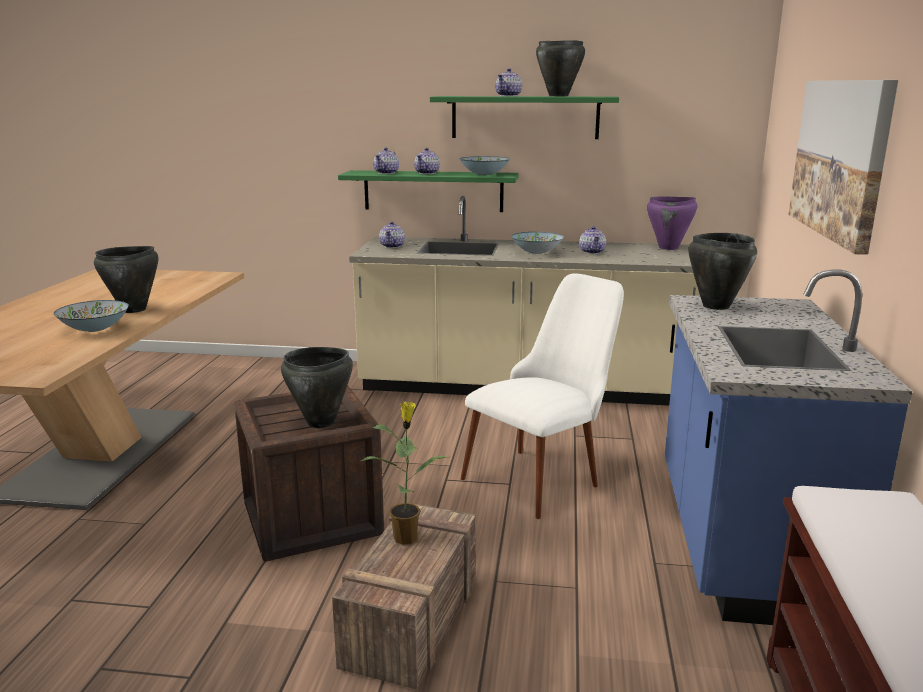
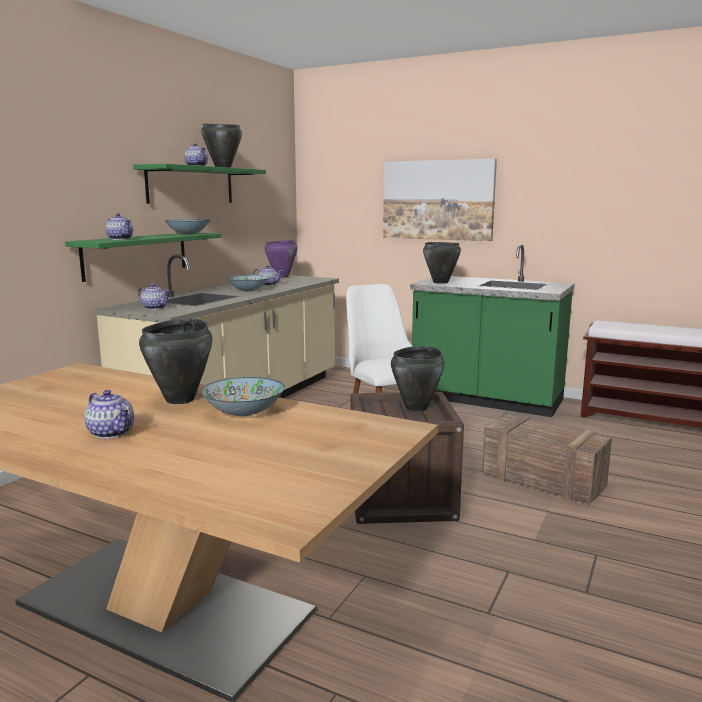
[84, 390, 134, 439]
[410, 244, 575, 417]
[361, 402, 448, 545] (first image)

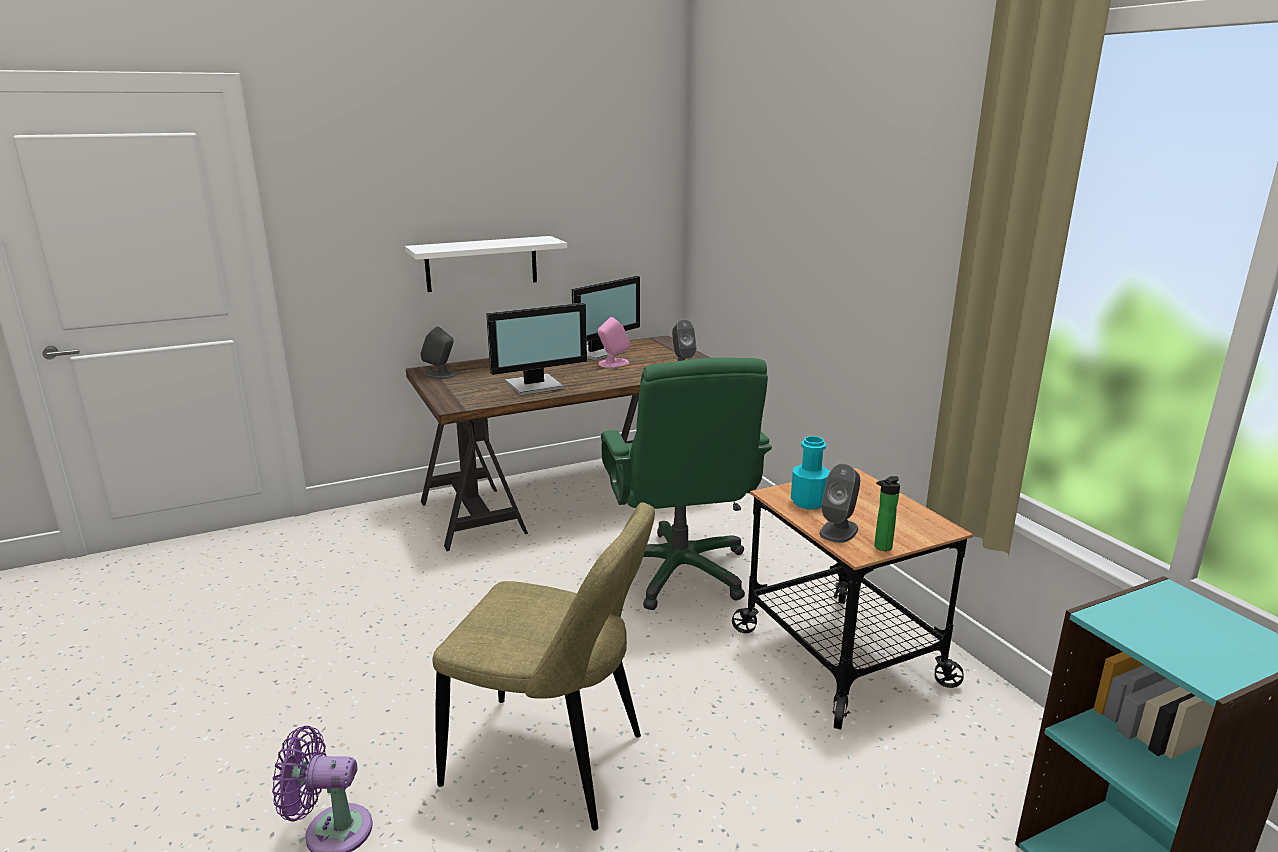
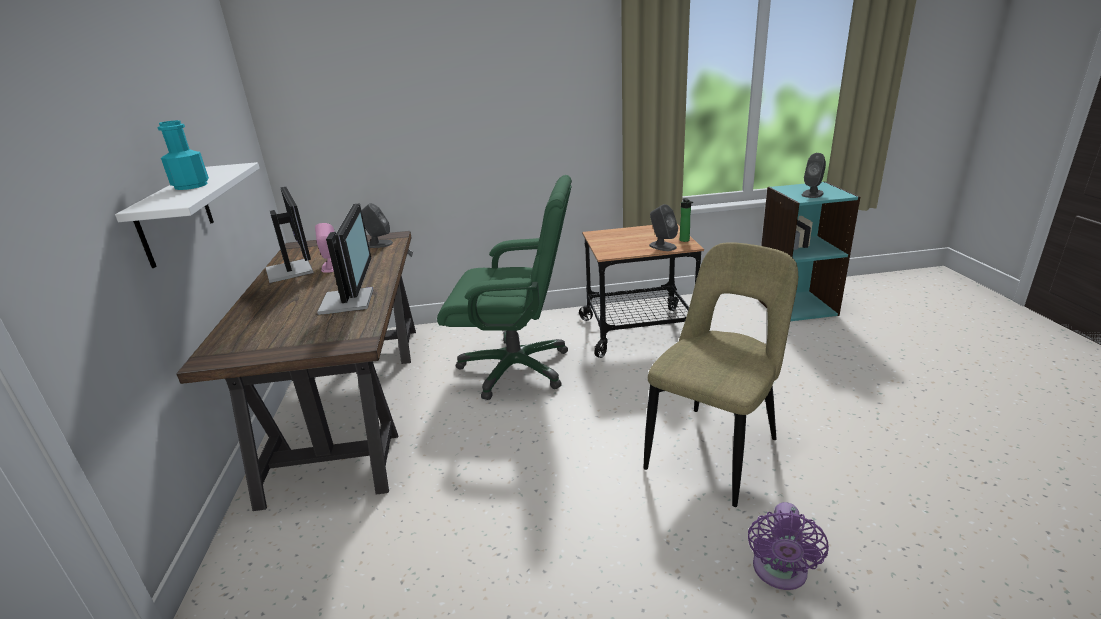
[157, 120, 209, 190]
[802, 153, 826, 198]

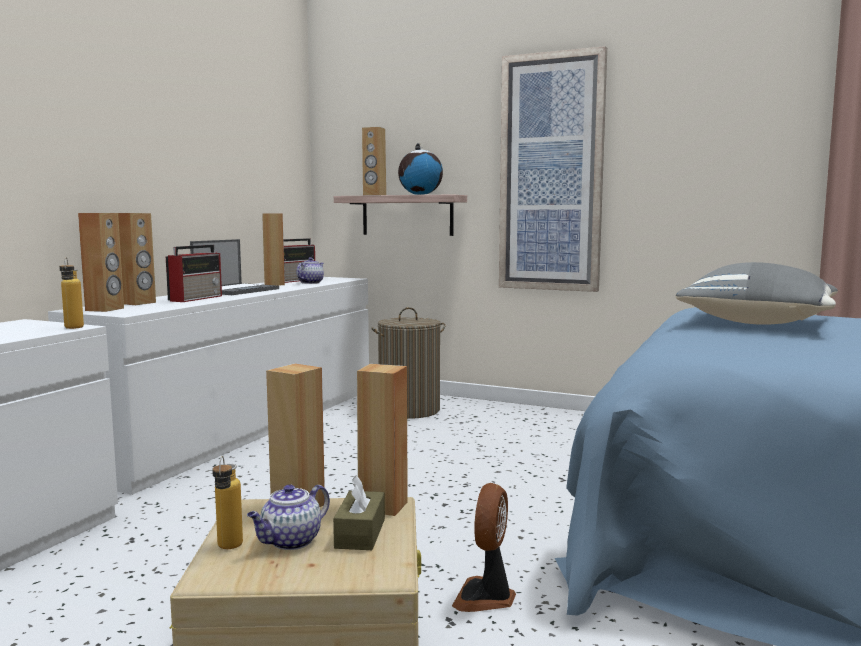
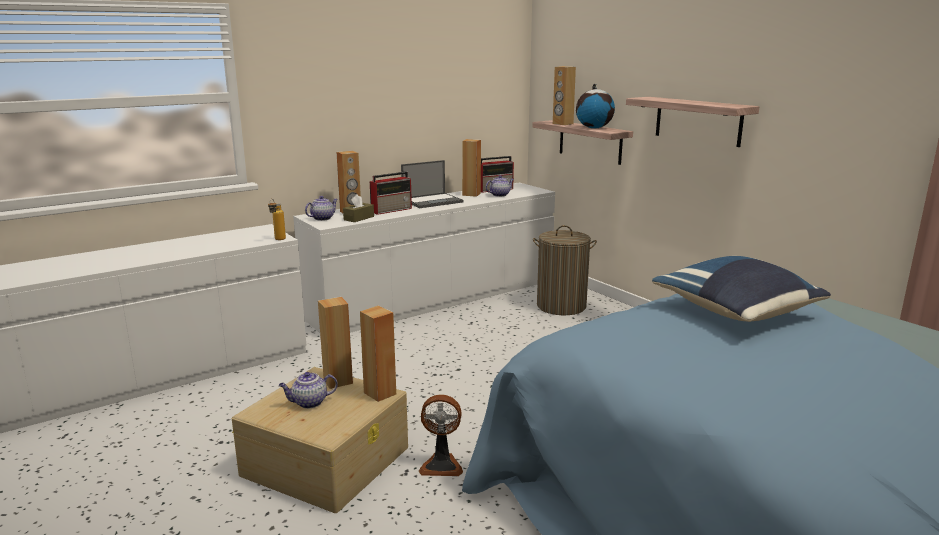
[305, 196, 338, 221]
[343, 194, 374, 222]
[419, 394, 463, 476]
[626, 97, 759, 147]
[652, 256, 831, 322]
[212, 456, 243, 549] (first image)

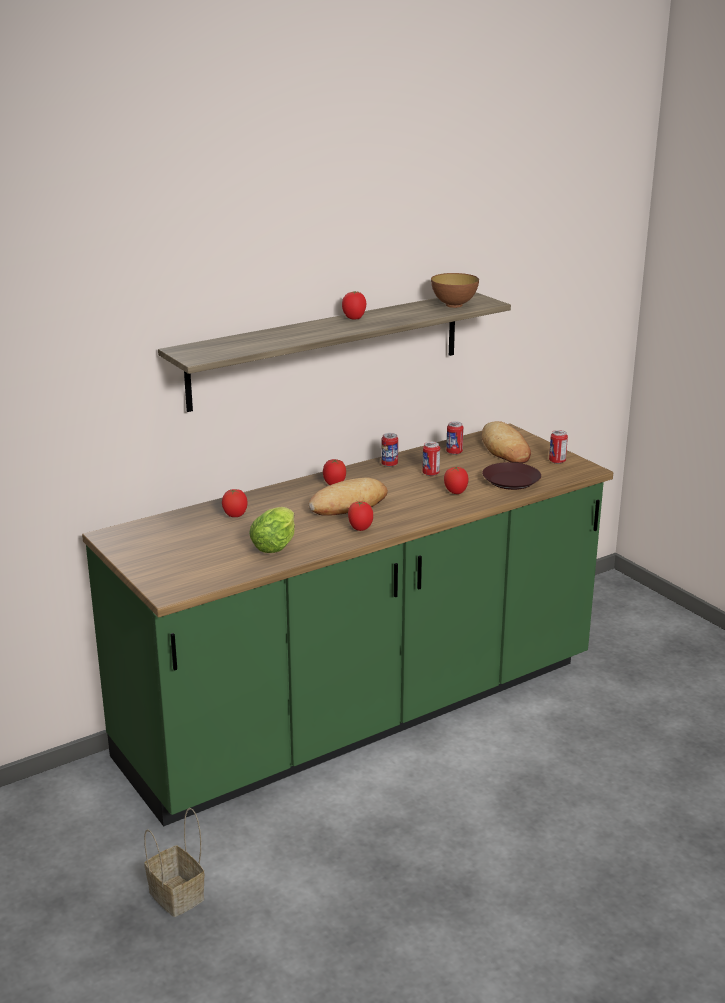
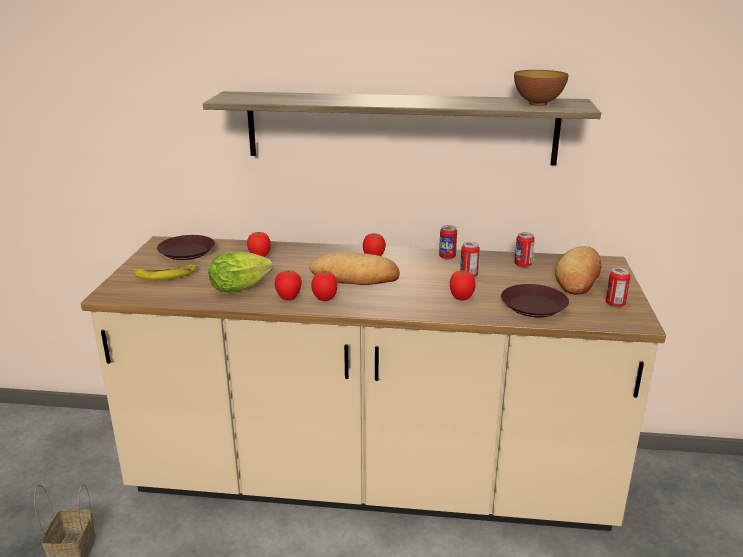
[81, 236, 666, 531]
[133, 264, 197, 280]
[157, 235, 215, 260]
[275, 270, 302, 300]

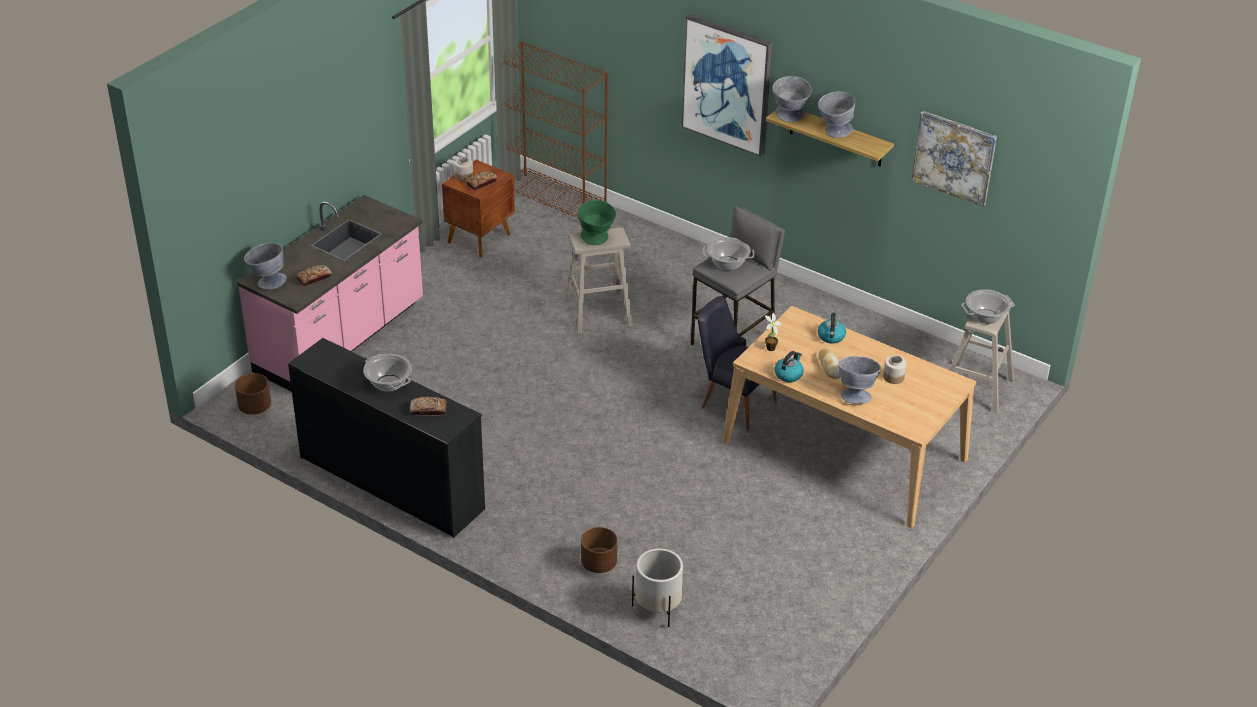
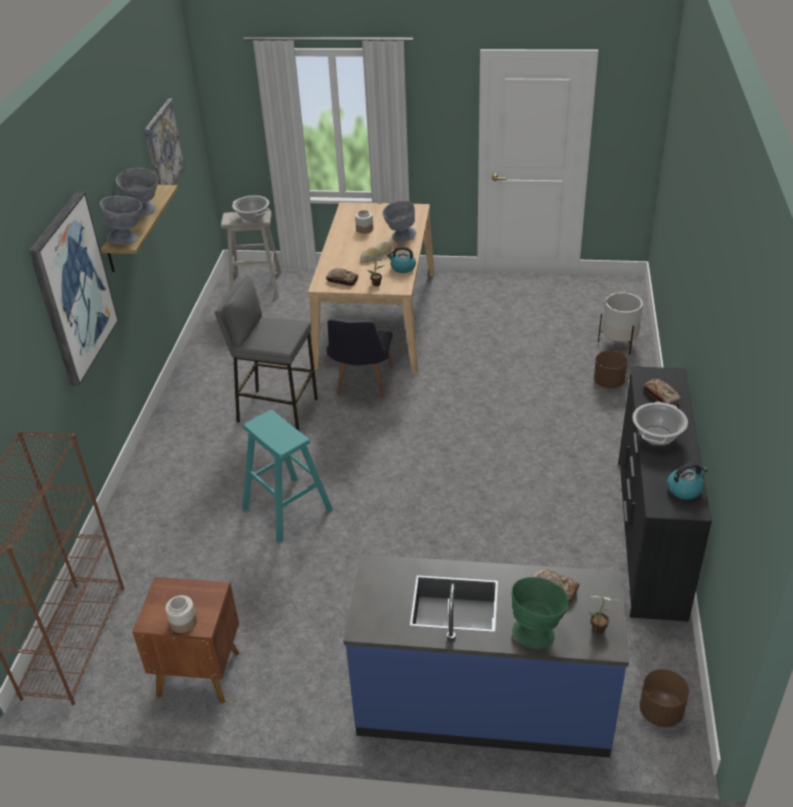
[242, 410, 333, 543]
[326, 268, 358, 286]
[343, 554, 629, 758]
[512, 577, 569, 649]
[587, 596, 620, 634]
[667, 463, 708, 499]
[703, 237, 754, 270] (first image)

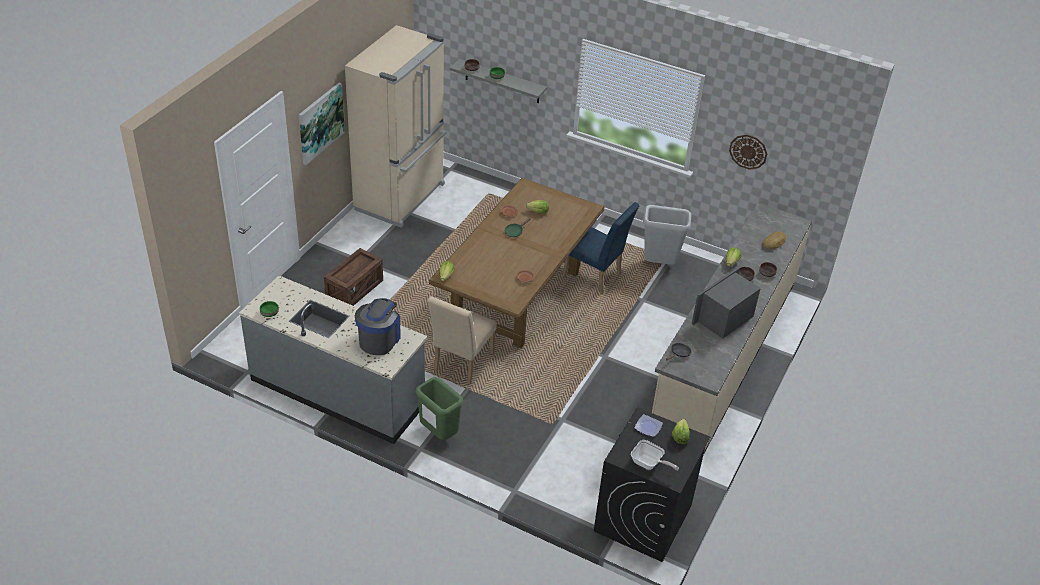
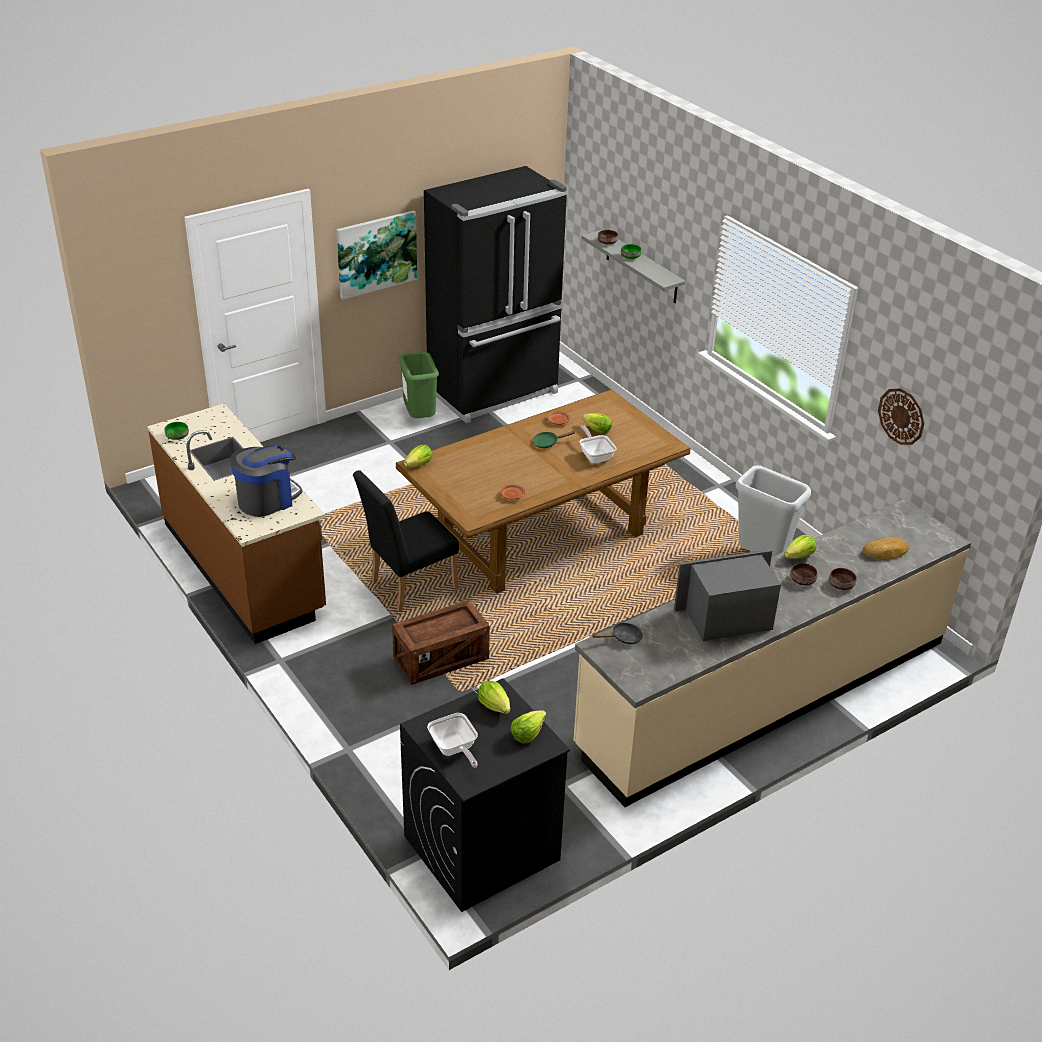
[147, 404, 326, 644]
[353, 470, 459, 612]
[392, 600, 490, 685]
[399, 352, 439, 418]
[424, 166, 567, 423]
[478, 681, 510, 714]
[580, 425, 617, 463]
[563, 202, 639, 294] (first image)

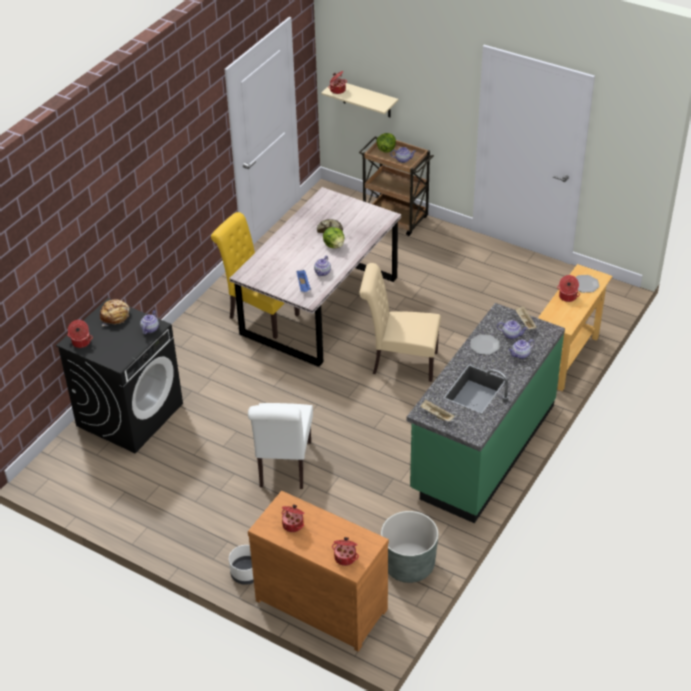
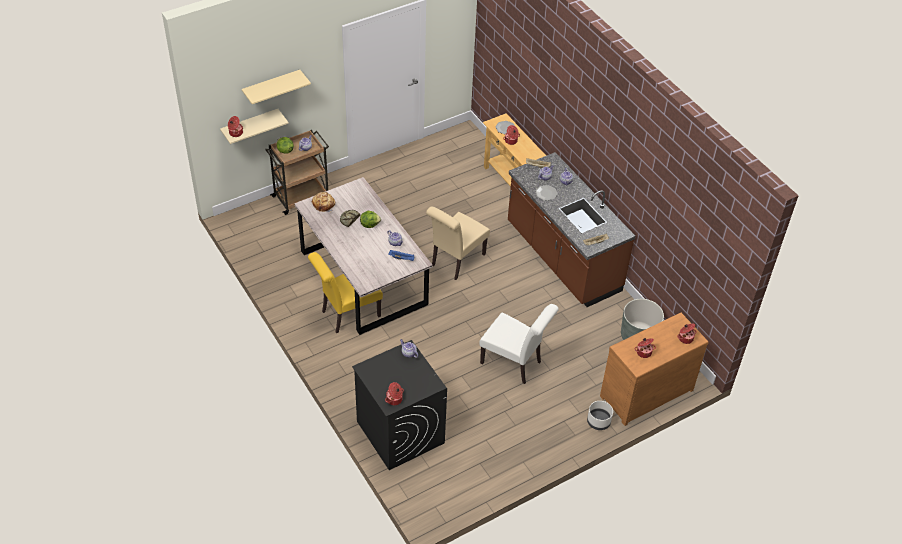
[242, 70, 311, 104]
[312, 192, 335, 213]
[508, 152, 635, 307]

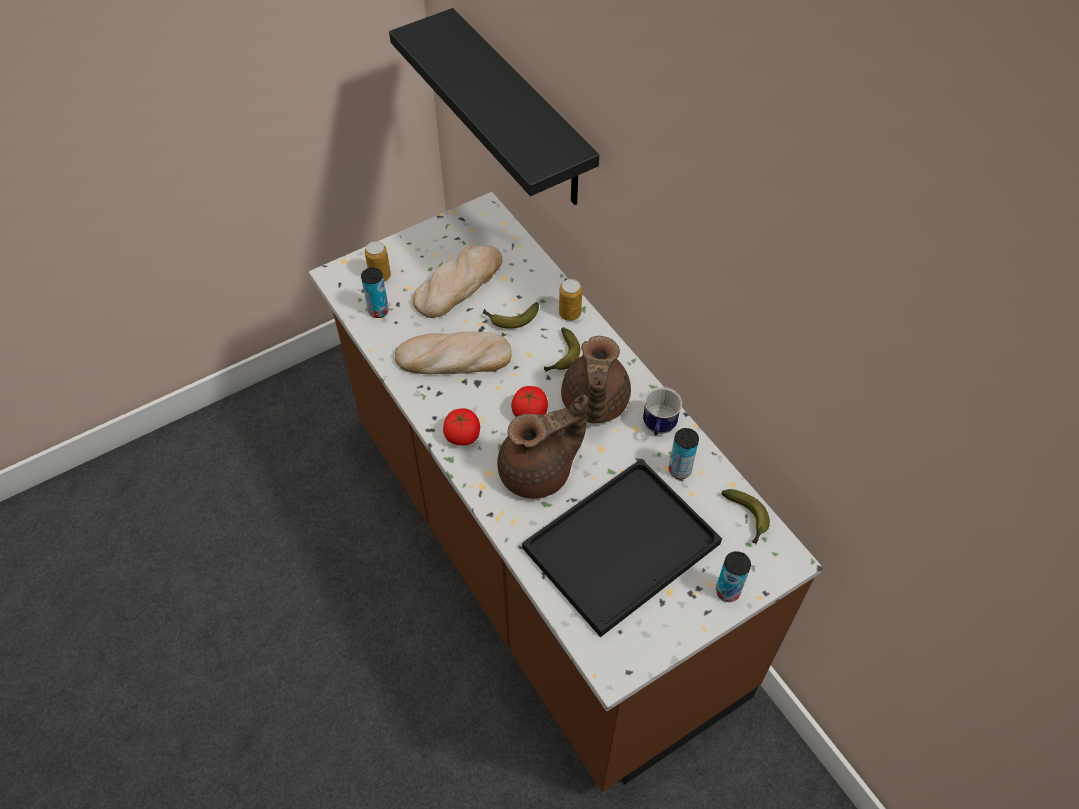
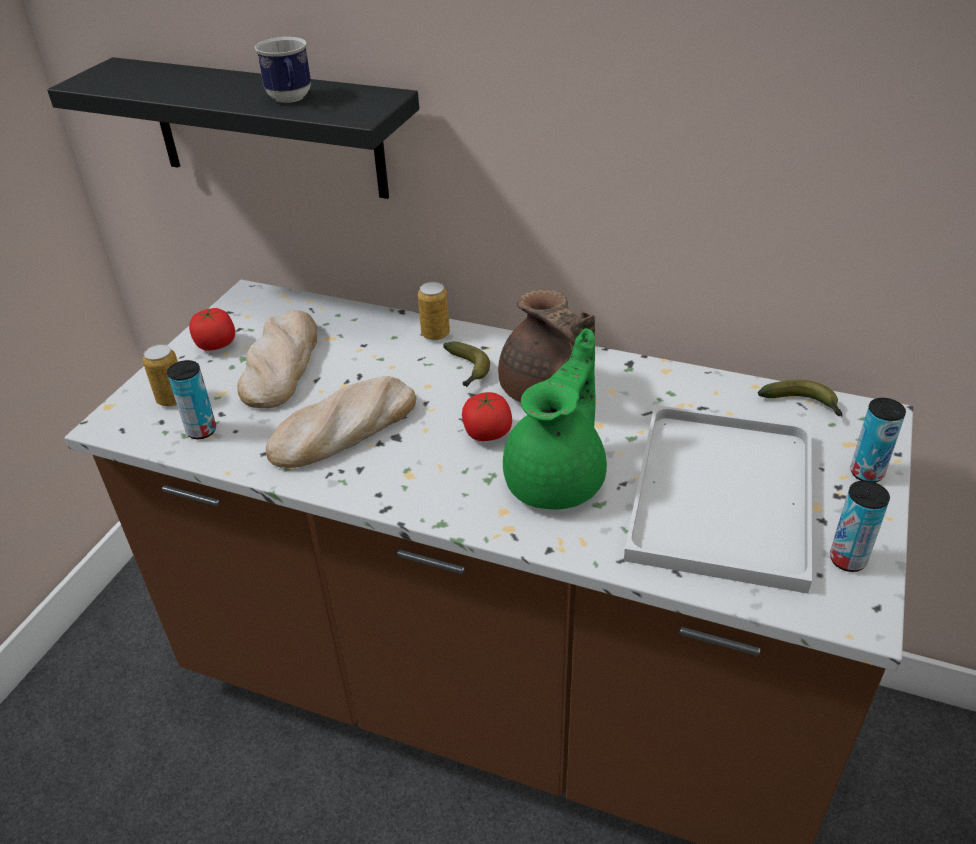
[189, 308, 235, 351]
[255, 37, 311, 103]
[503, 328, 607, 509]
[624, 405, 812, 594]
[830, 481, 890, 572]
[483, 302, 539, 329] (first image)

